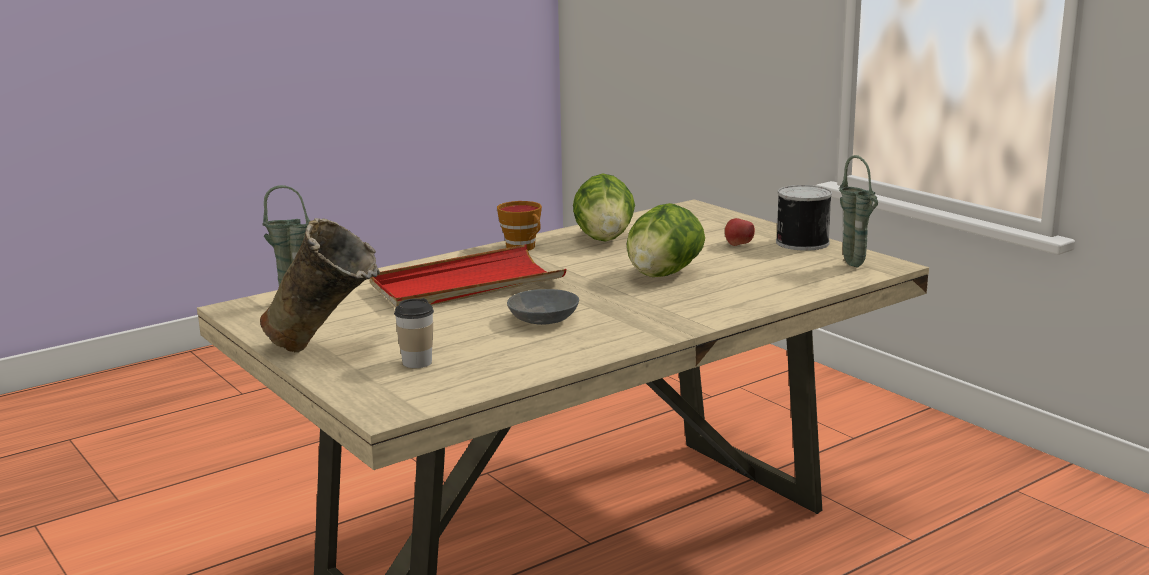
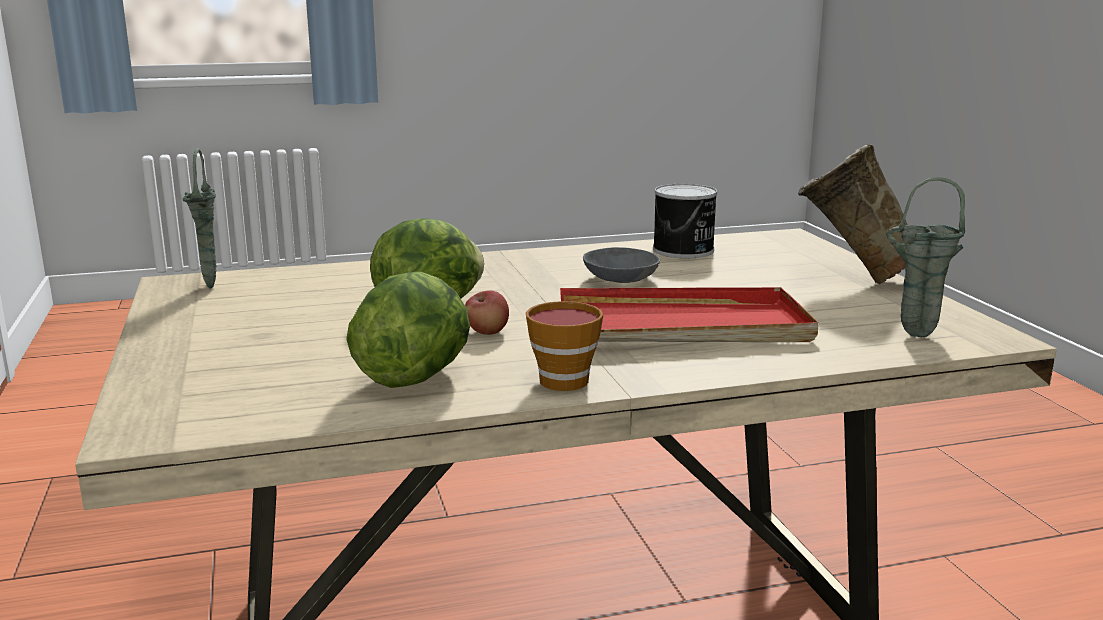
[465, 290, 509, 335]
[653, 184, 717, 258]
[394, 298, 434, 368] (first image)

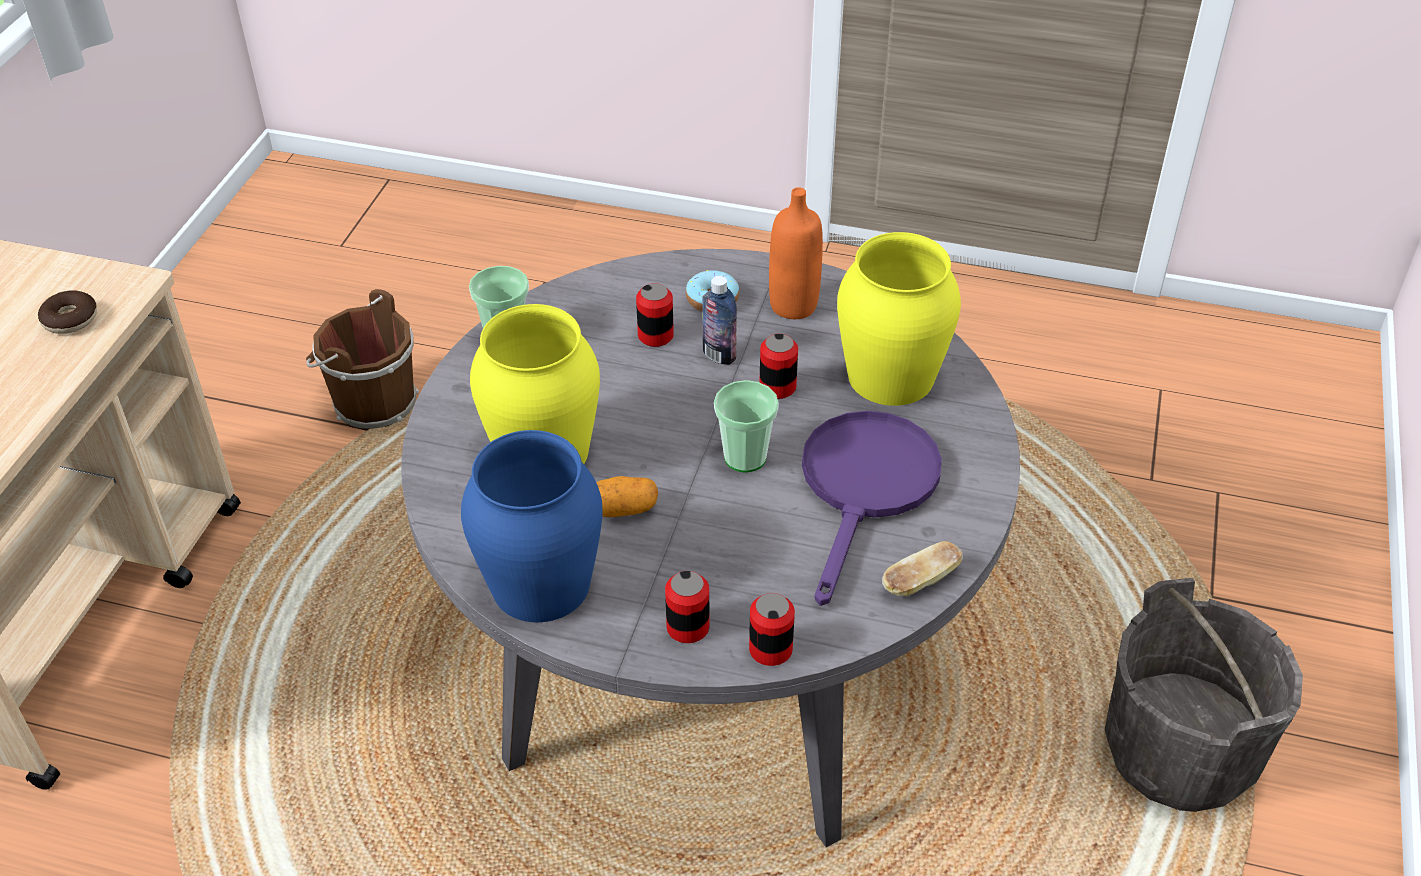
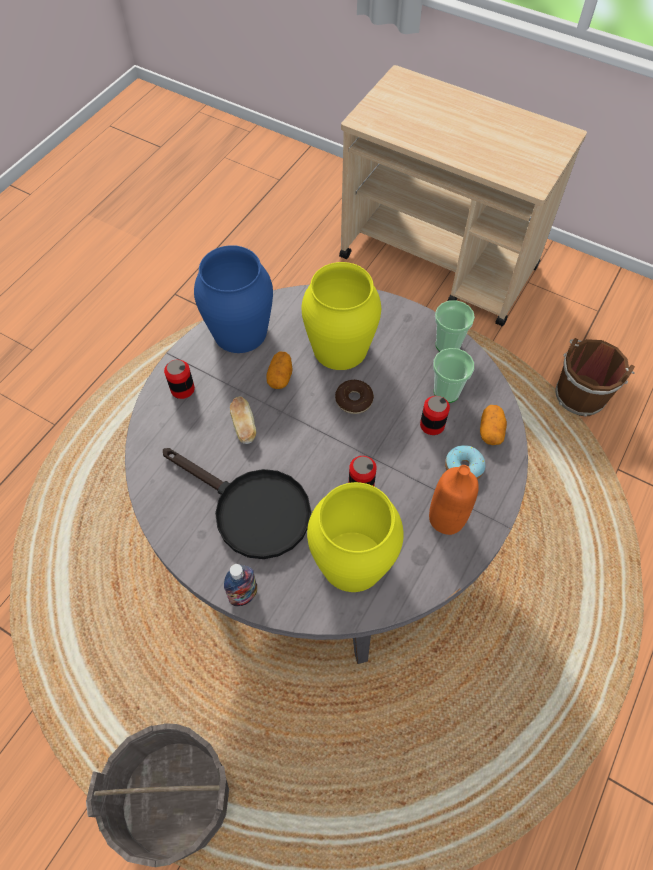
[163, 448, 311, 559]
[224, 564, 257, 607]
[230, 397, 256, 444]
[335, 380, 374, 414]
[433, 348, 474, 403]
[480, 405, 507, 445]
[749, 593, 795, 666] (first image)

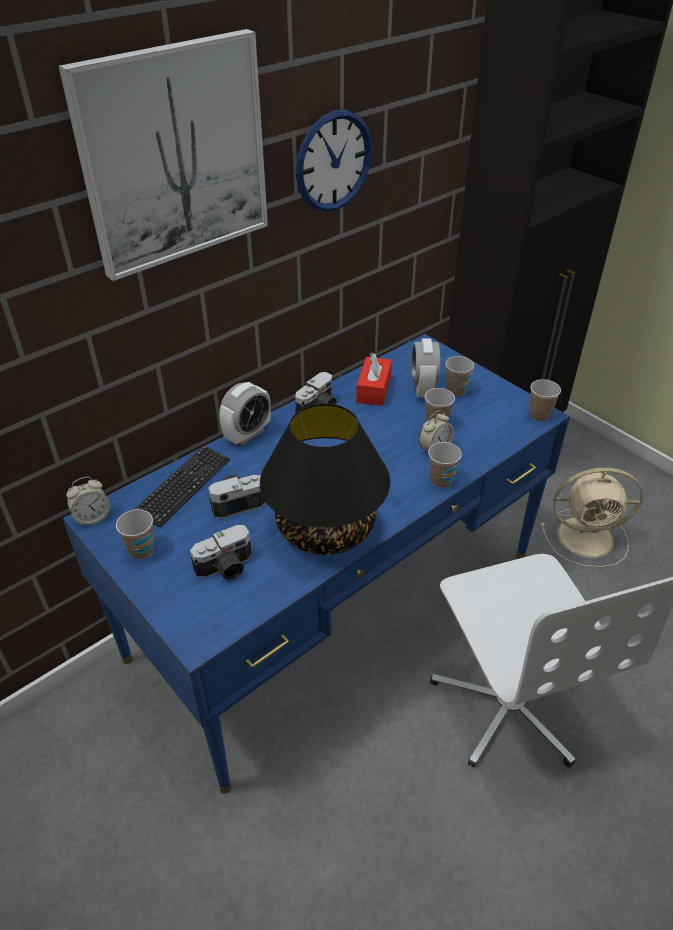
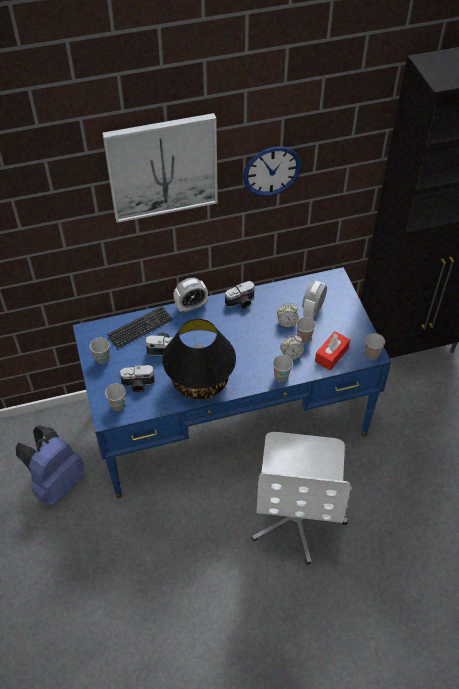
[16, 426, 85, 505]
[105, 383, 126, 411]
[277, 303, 299, 327]
[315, 331, 350, 370]
[541, 467, 643, 568] (first image)

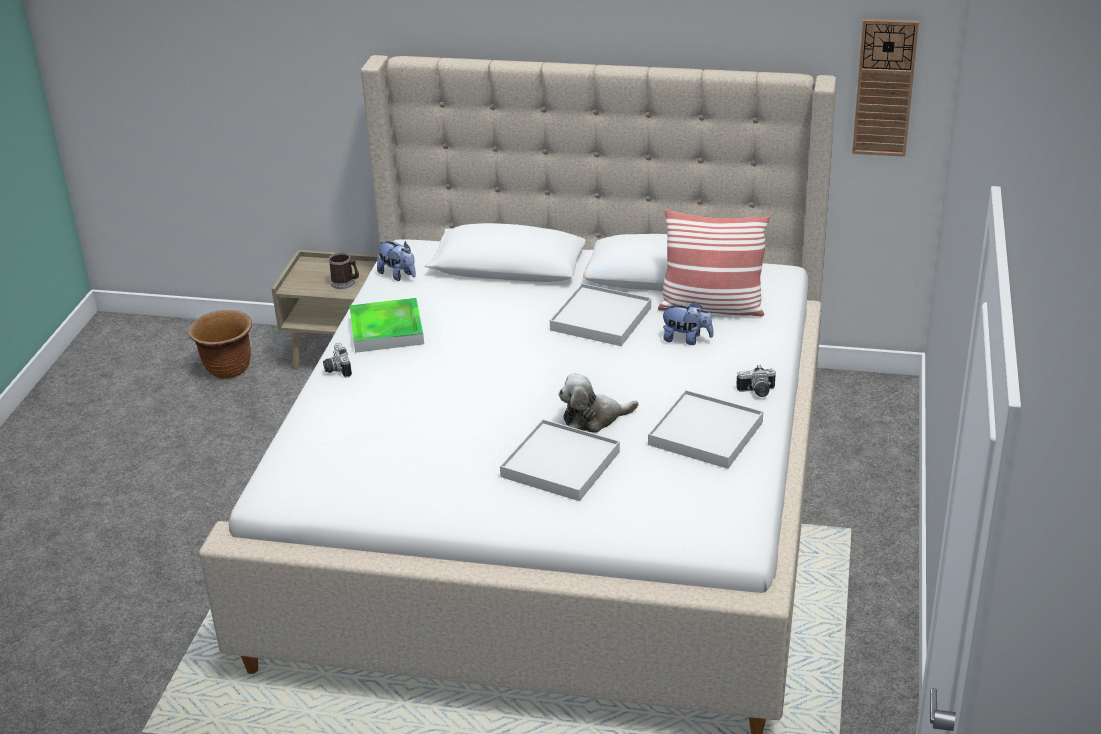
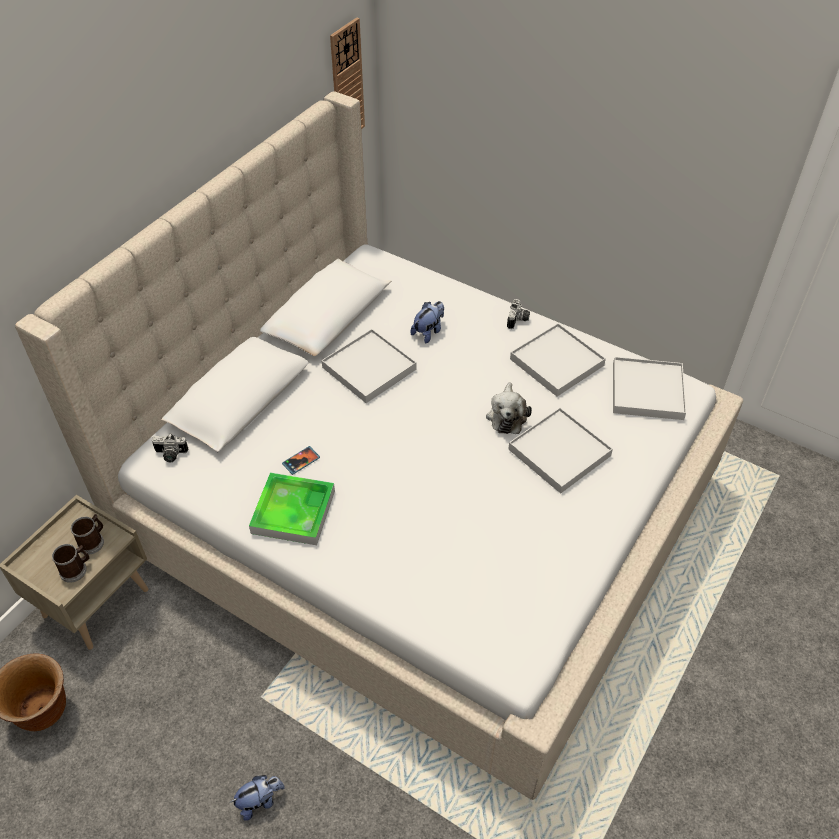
[52, 544, 90, 583]
[152, 433, 189, 462]
[230, 775, 285, 821]
[282, 446, 320, 475]
[613, 357, 686, 420]
[658, 209, 770, 316] (first image)

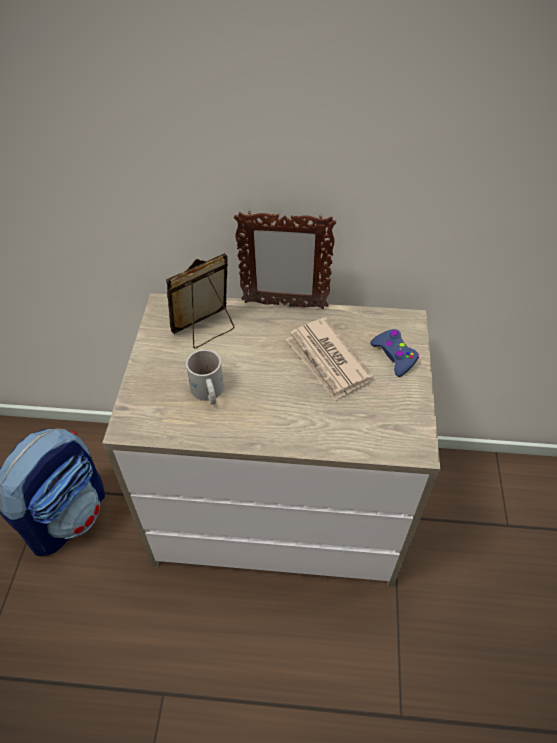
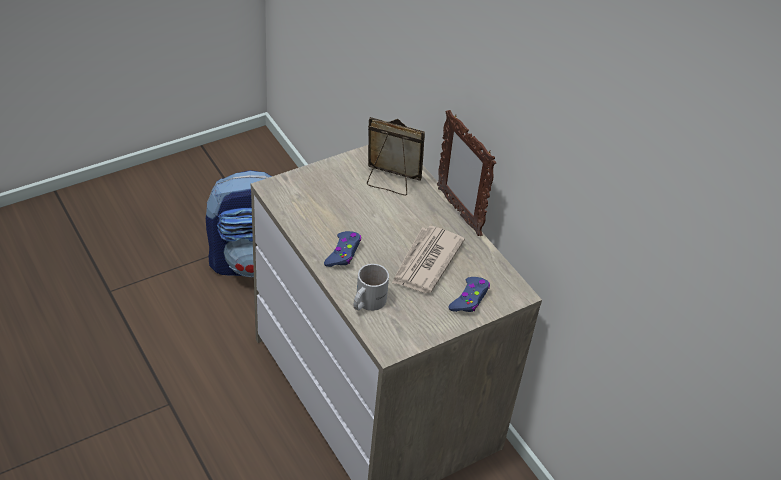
[324, 231, 361, 267]
[354, 264, 389, 311]

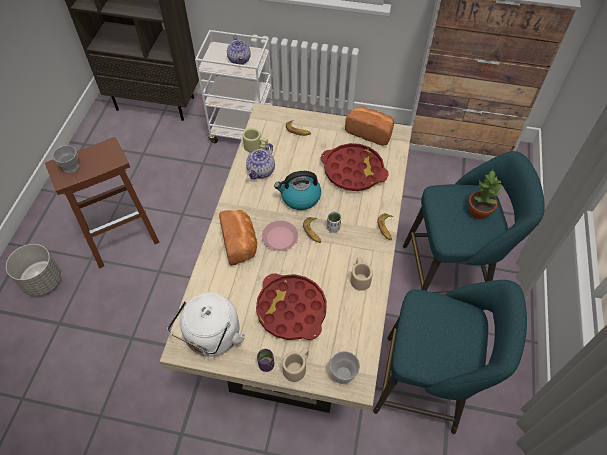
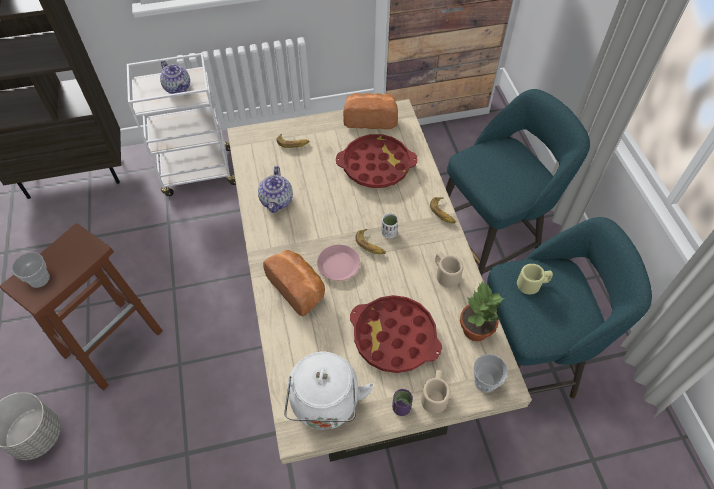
[460, 281, 504, 341]
[517, 264, 553, 294]
[274, 171, 321, 210] (first image)

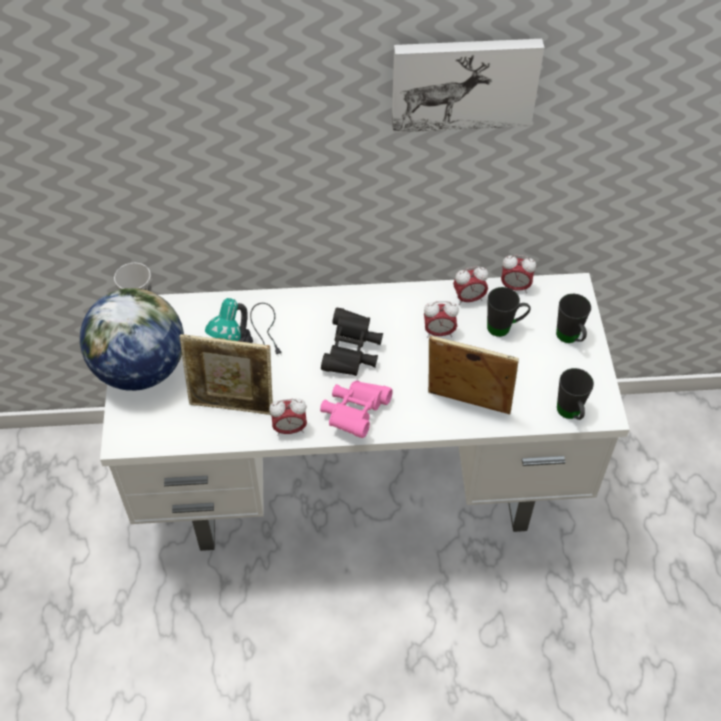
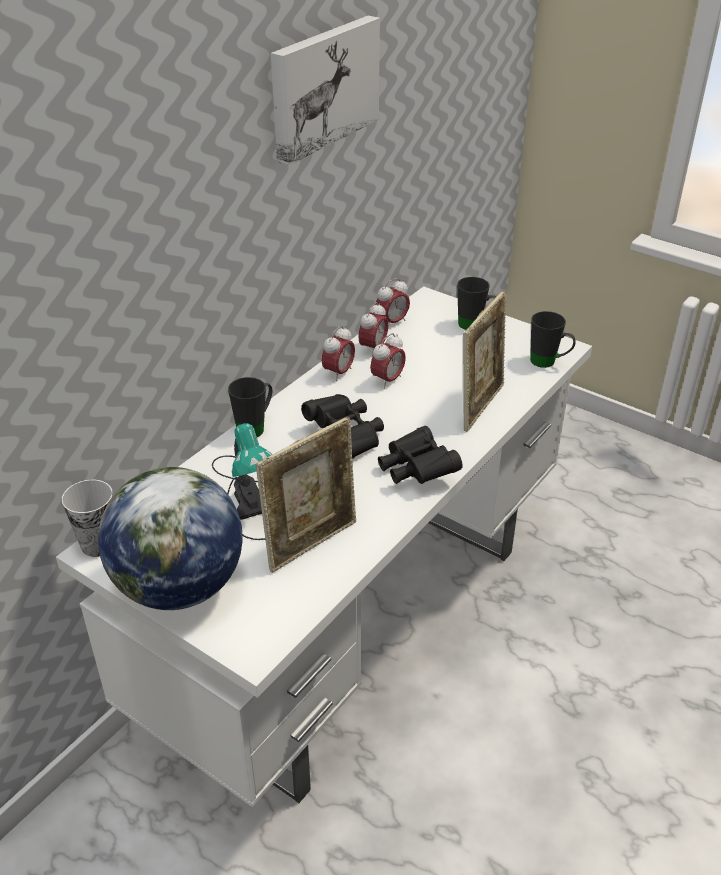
[228, 377, 272, 437]
[322, 326, 355, 381]
[378, 426, 463, 484]
[463, 291, 506, 432]

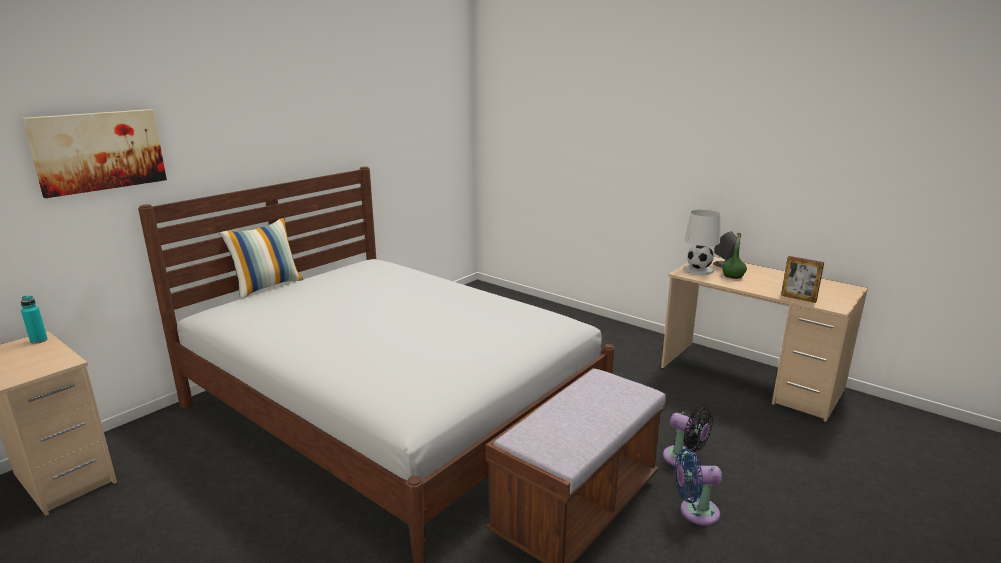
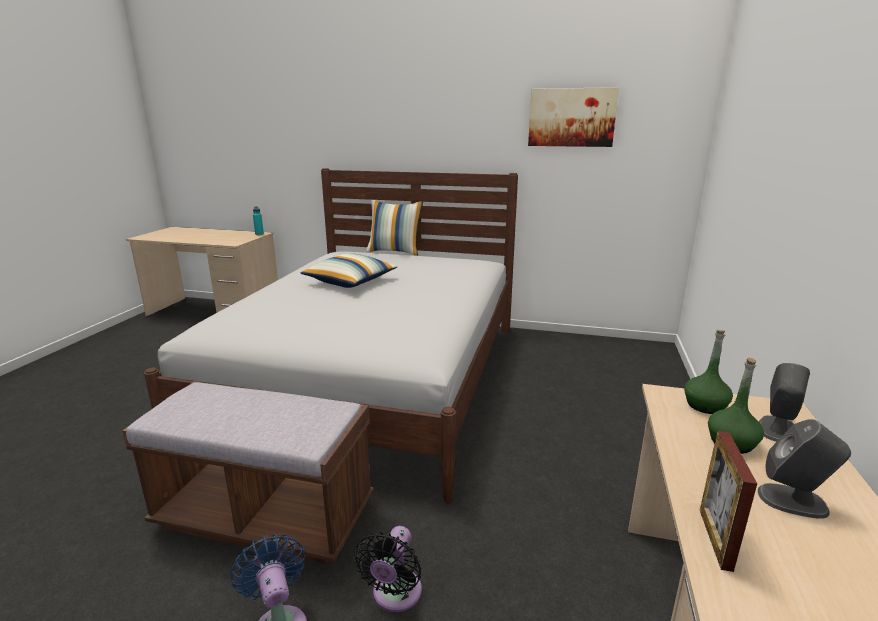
[301, 253, 397, 288]
[528, 87, 619, 147]
[684, 330, 733, 414]
[758, 419, 851, 519]

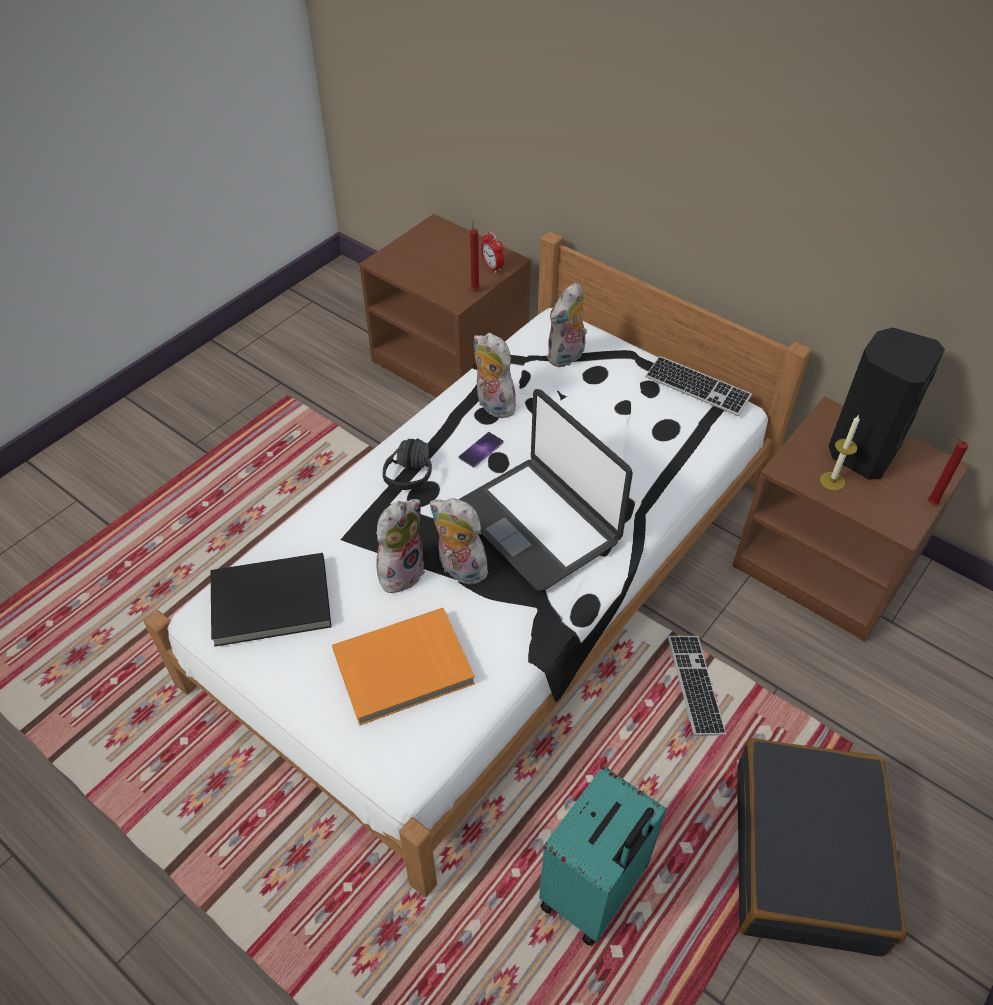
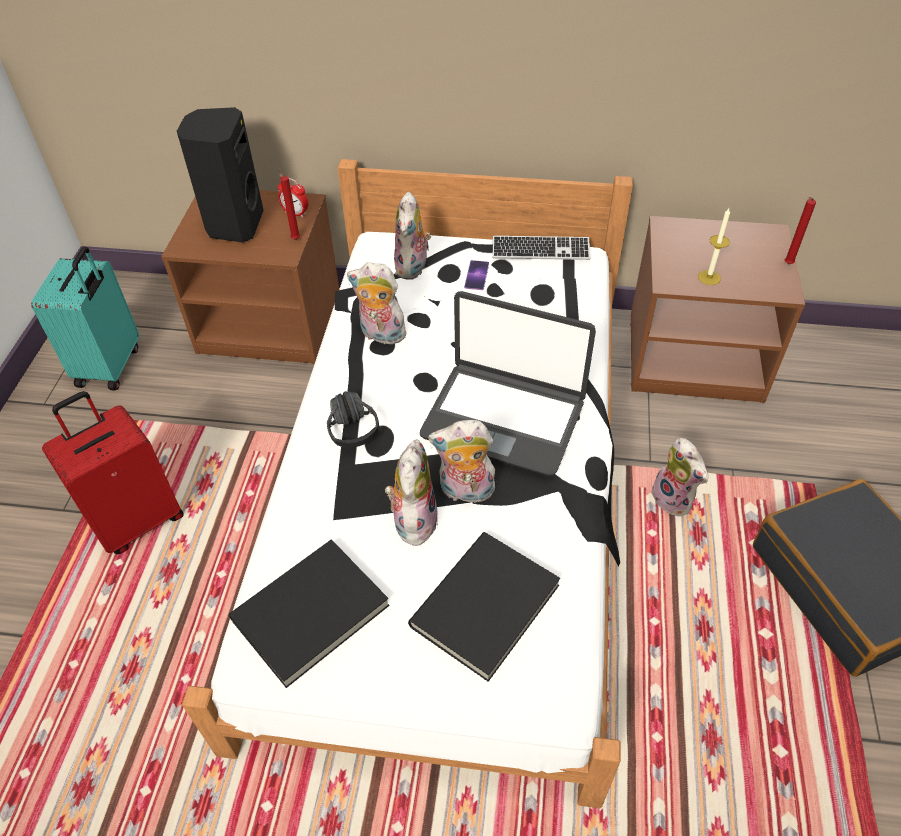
[31, 247, 139, 390]
[42, 391, 184, 554]
[177, 107, 264, 243]
[408, 532, 560, 682]
[464, 260, 489, 290]
[652, 438, 709, 516]

